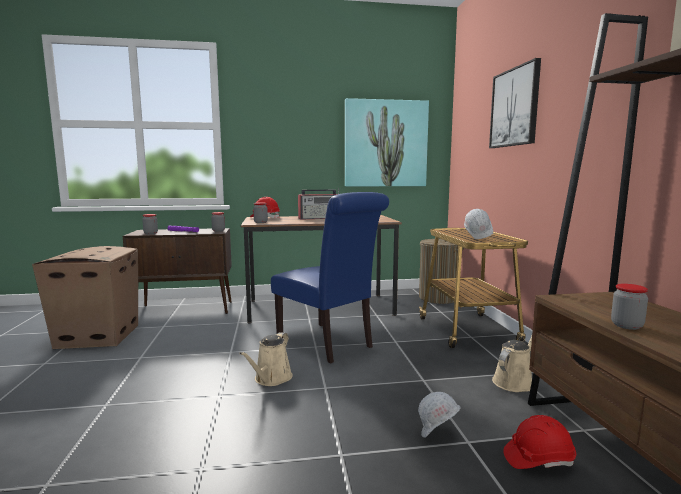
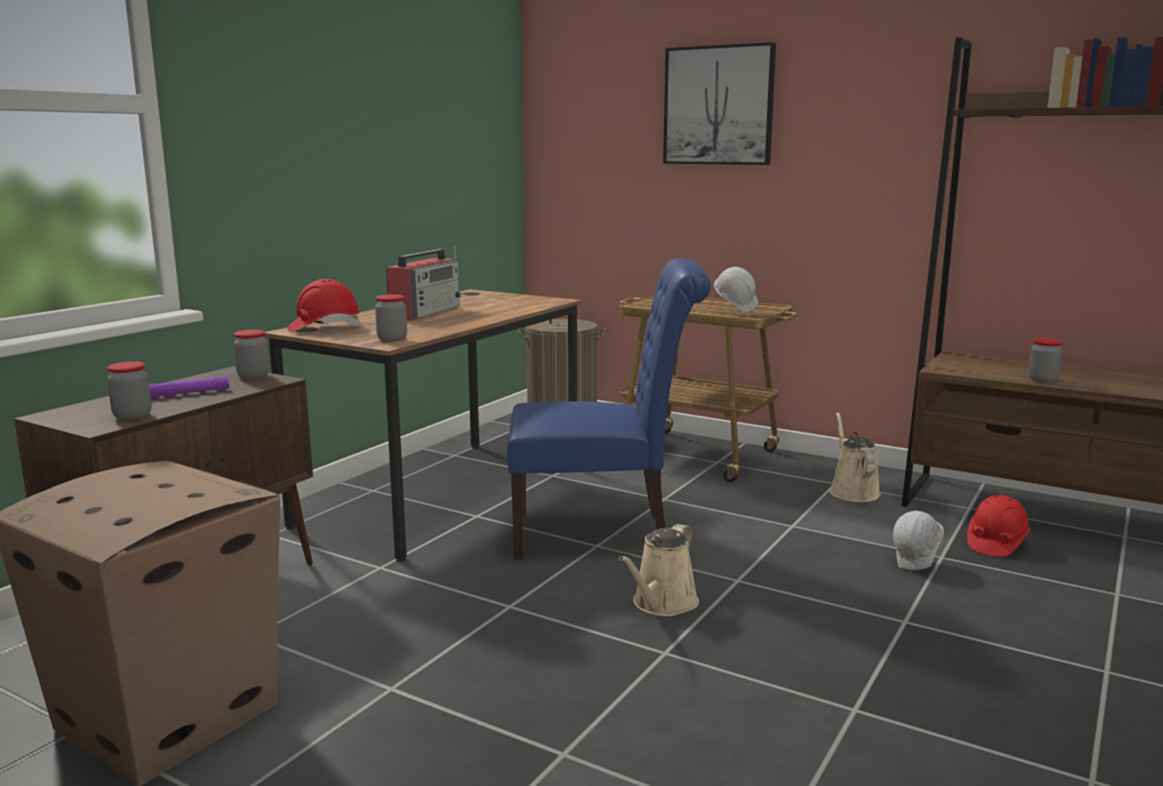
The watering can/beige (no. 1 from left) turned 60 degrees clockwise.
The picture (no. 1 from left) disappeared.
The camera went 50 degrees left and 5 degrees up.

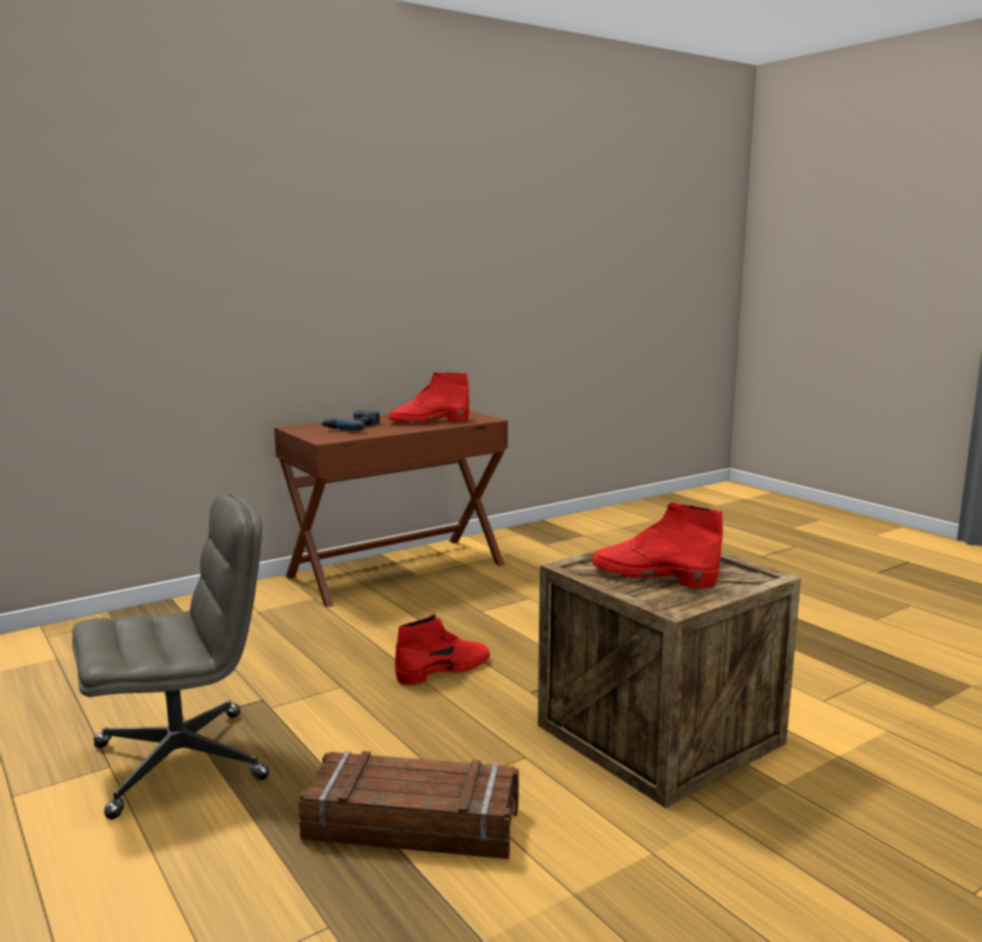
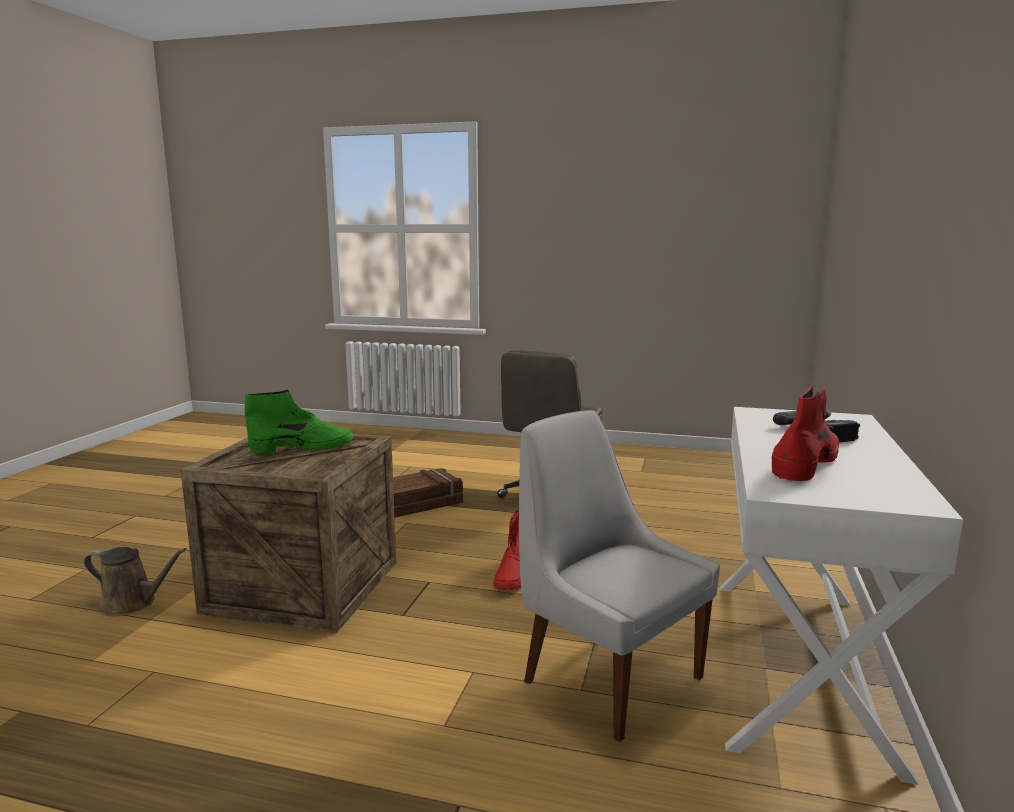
The desk/brown became the desk/white.
The boot/red (no. 3 from left) became the boot/green.
The watering can/brown appeared.
The chair/white appeared.
The camera went 140 degrees right and 0 degrees up.

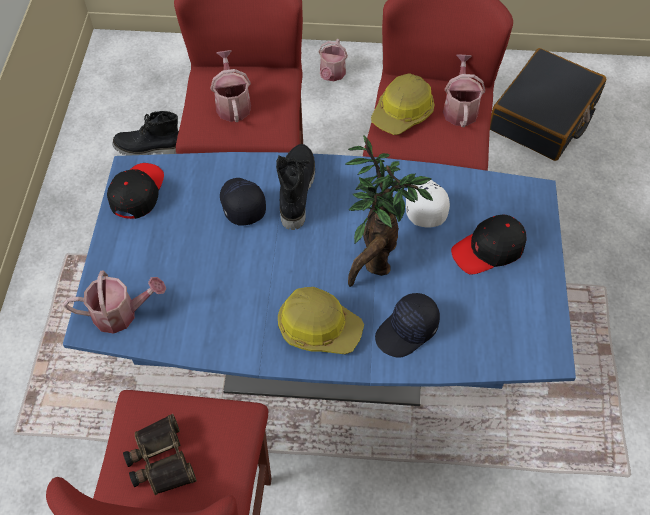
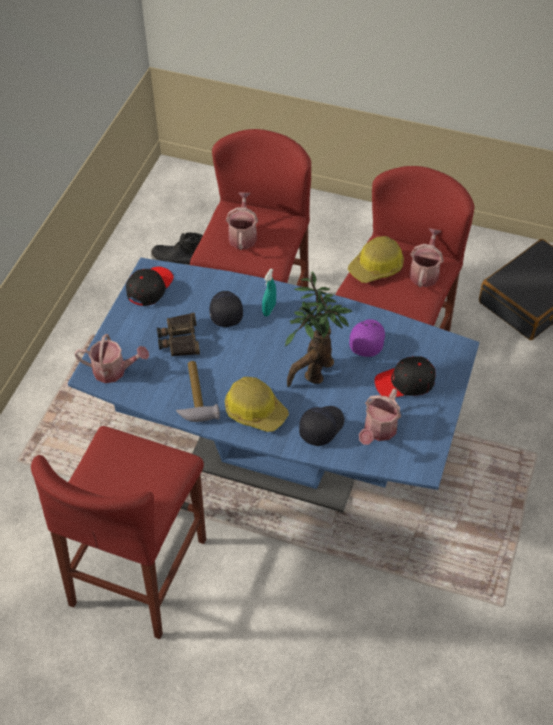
The binoculars moved.
The boot/black (no. 2 from left) was replaced by the spray bottle/turquoise.
The watering can (no. 3 from left) moved.
The cap/black (no. 3 from left) turned 150 degrees clockwise.
The cap/white became the cap/purple.
The hammer appeared.
The camera went 15 degrees right and 5 degrees down.

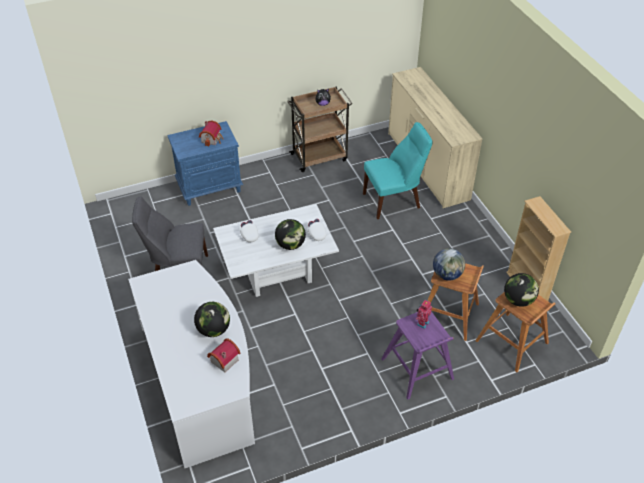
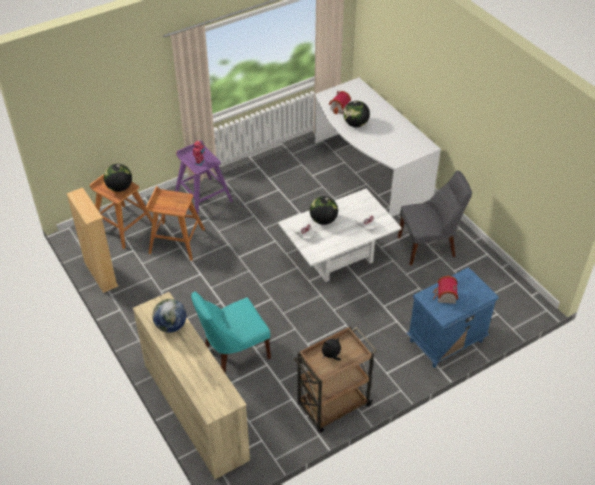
The globe (no. 3 from left in the first image) moved.
The camera went 170 degrees right and 0 degrees up.

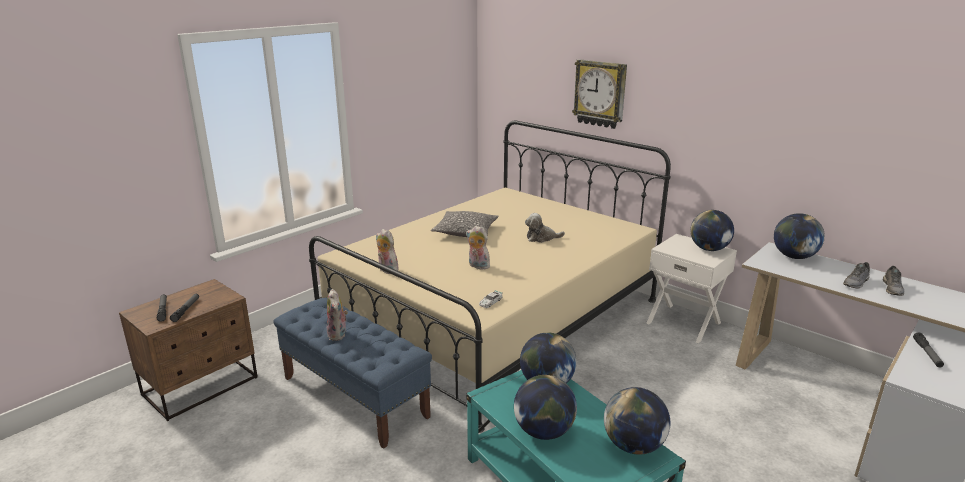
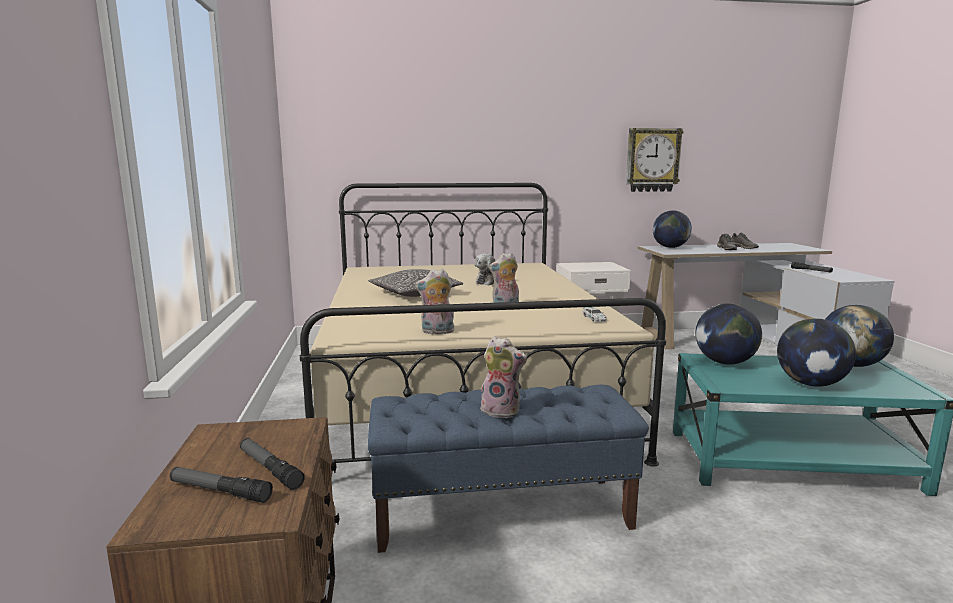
The wall clock moved.
The globe (no. 4 from left) disappeared.
The camera went 50 degrees left and 10 degrees down.

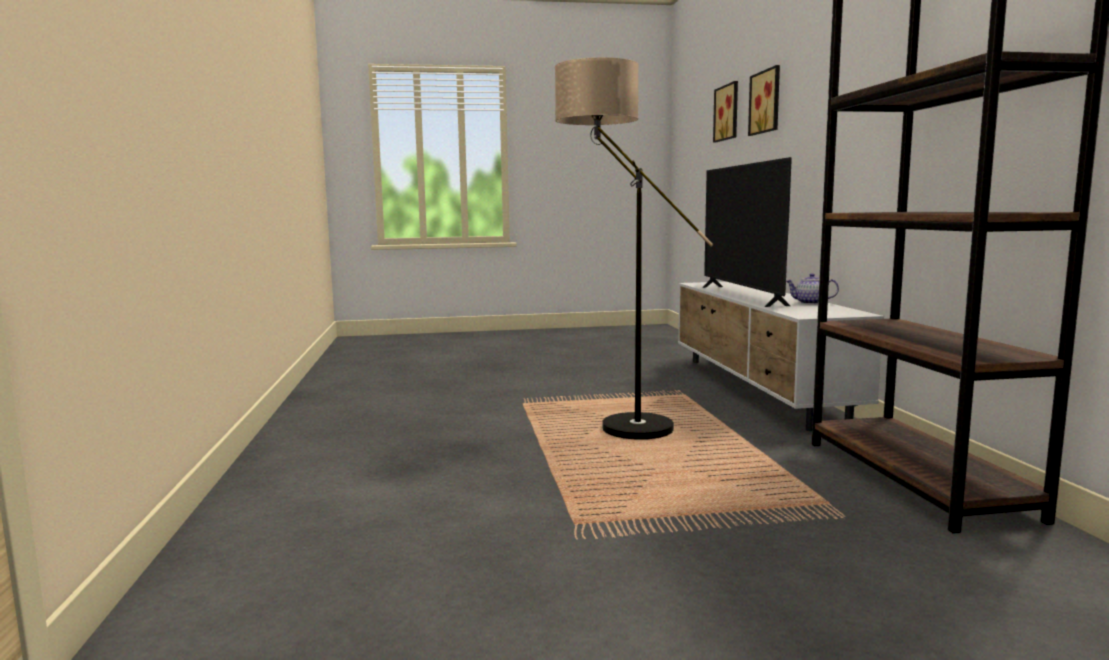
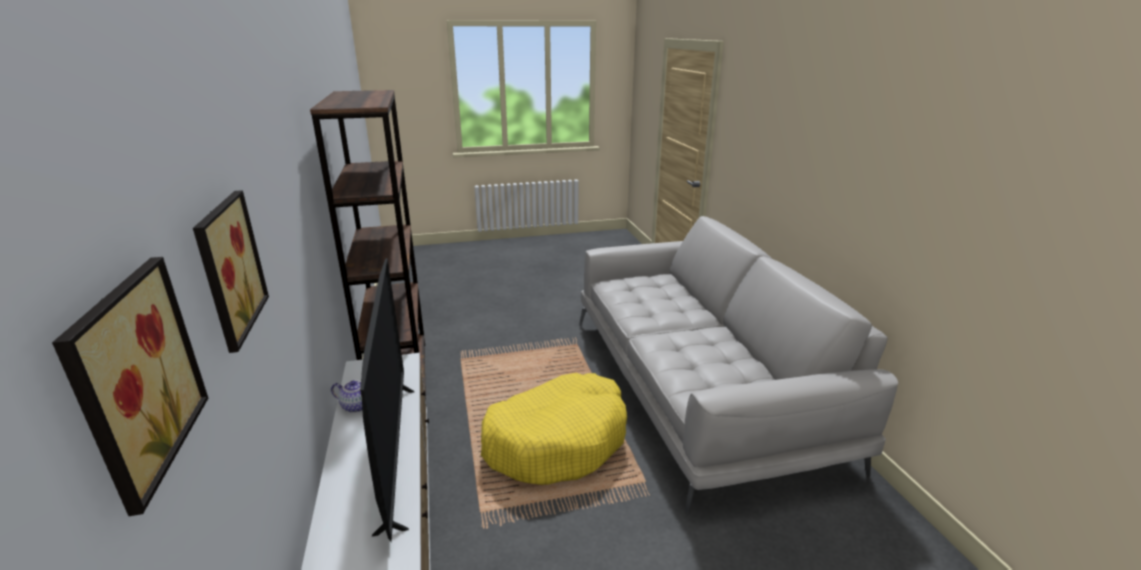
The floor lamp was replaced by the dog bed/yellow.
The sofa/grey appeared.
The camera went 175 degrees right and 15 degrees up.

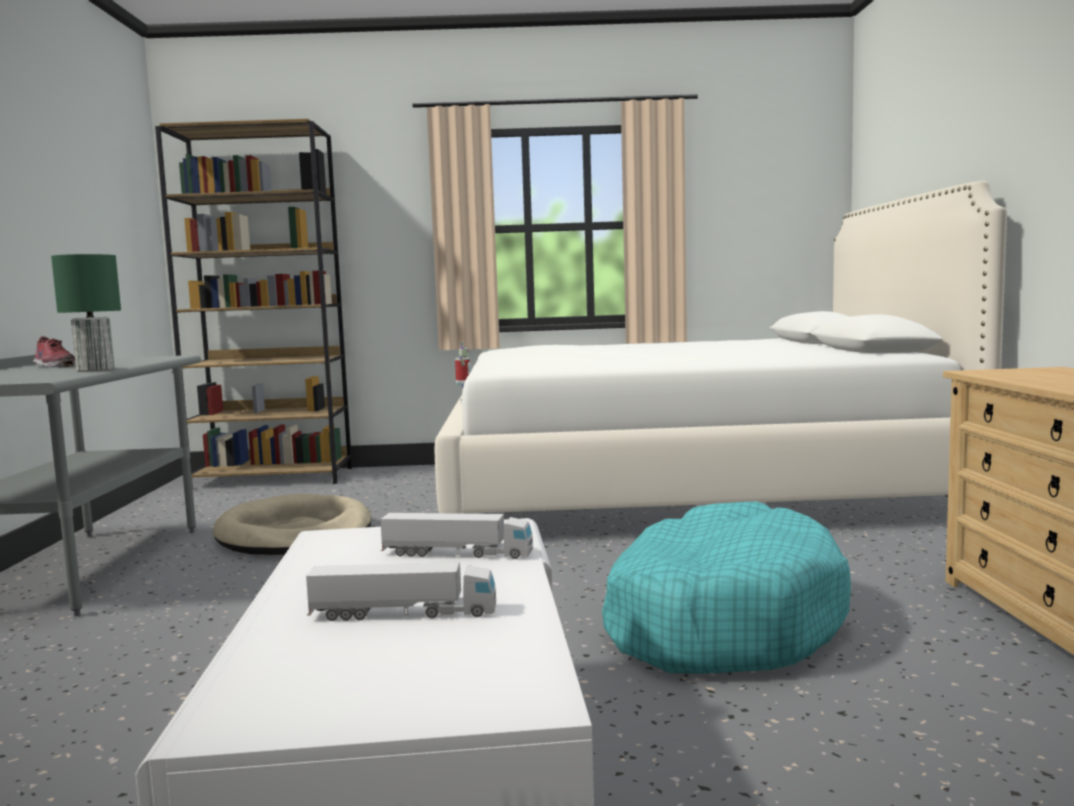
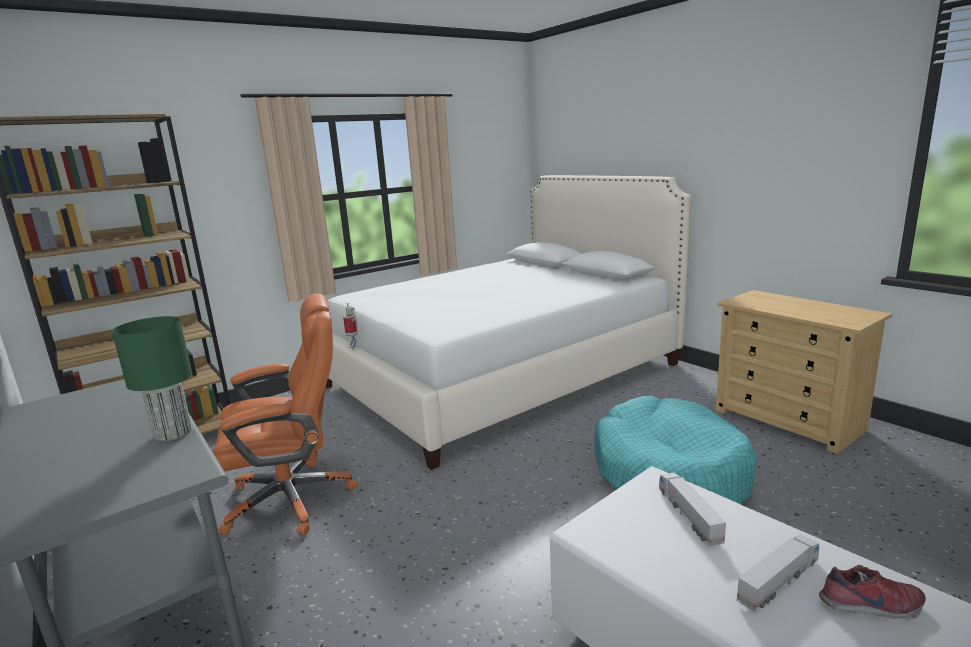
The shoe moved.
The dog bed/beige was replaced by the office chair/orange.
The toy truck (no. 2 from left in the first image) turned 75 degrees counterclockwise.
The camera went 35 degrees left and 10 degrees up.

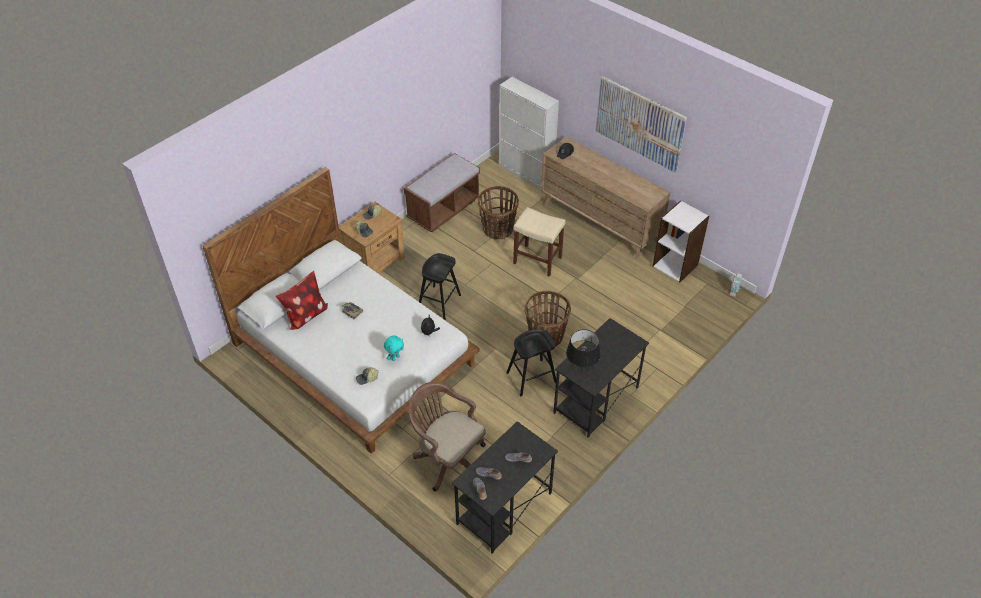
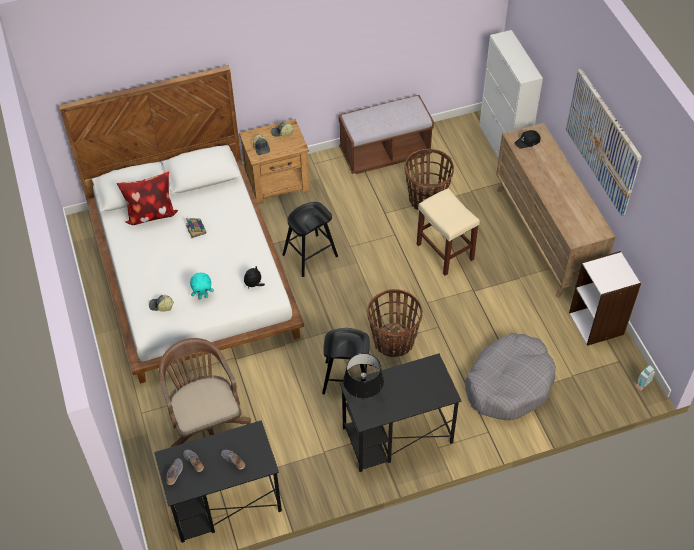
The dog bed/grey appeared.
The camera went 30 degrees right and 5 degrees up.

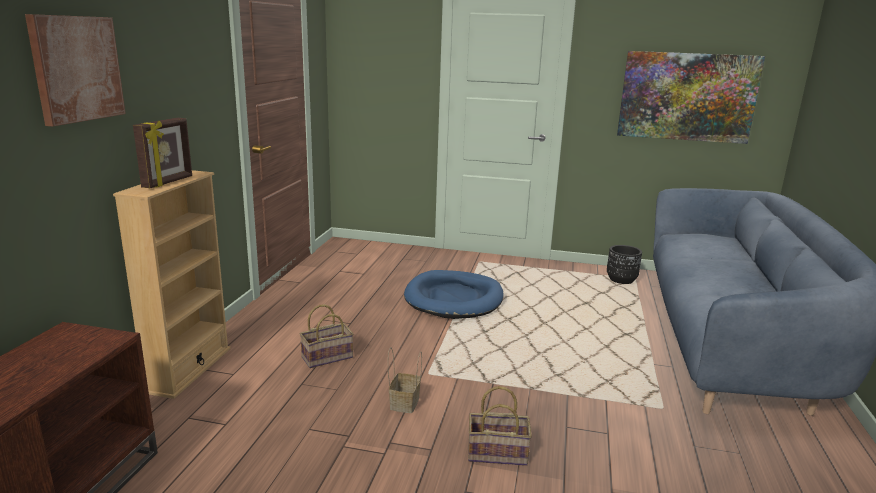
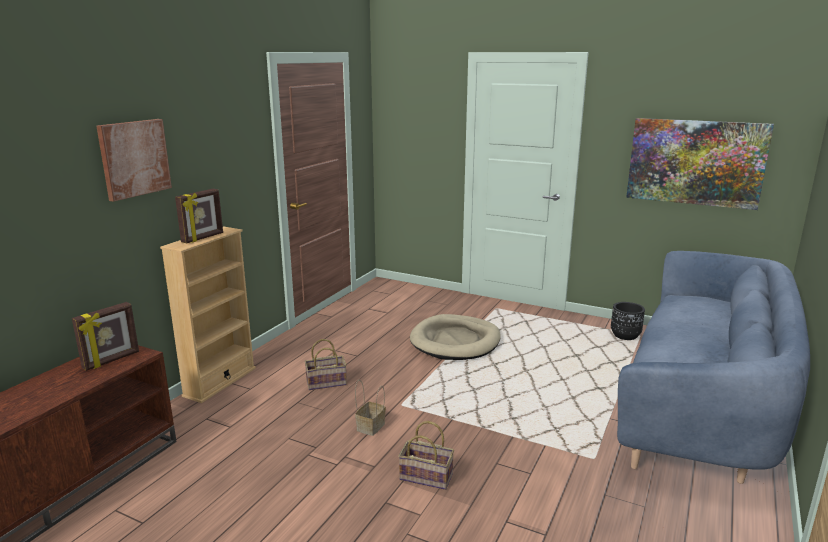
The dog bed/blue became the dog bed/beige.
The picture frame (no. 1 from left) appeared.
The camera went 15 degrees right and 0 degrees up.

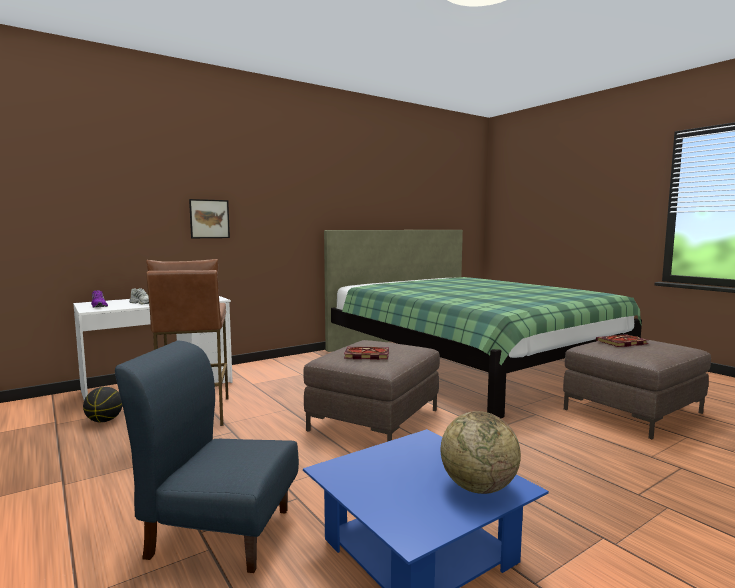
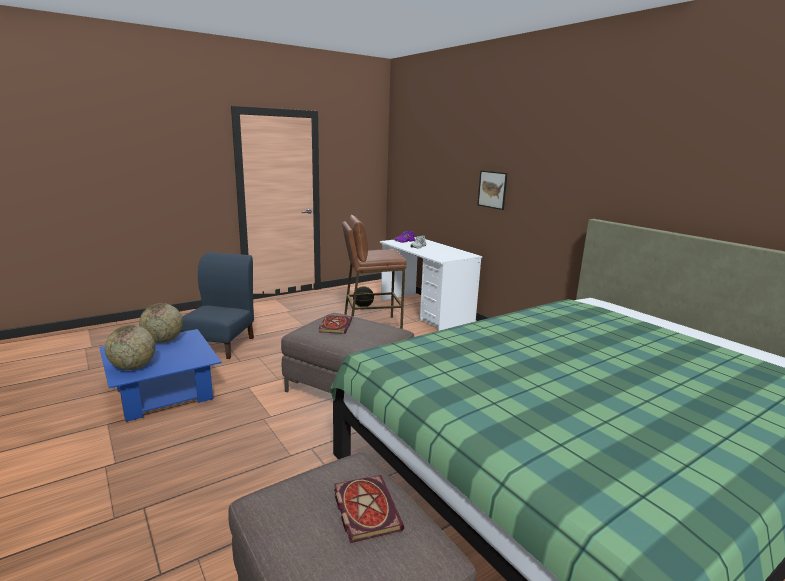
The globe (no. 2 from left) appeared.
The camera went 90 degrees right and 10 degrees up.

